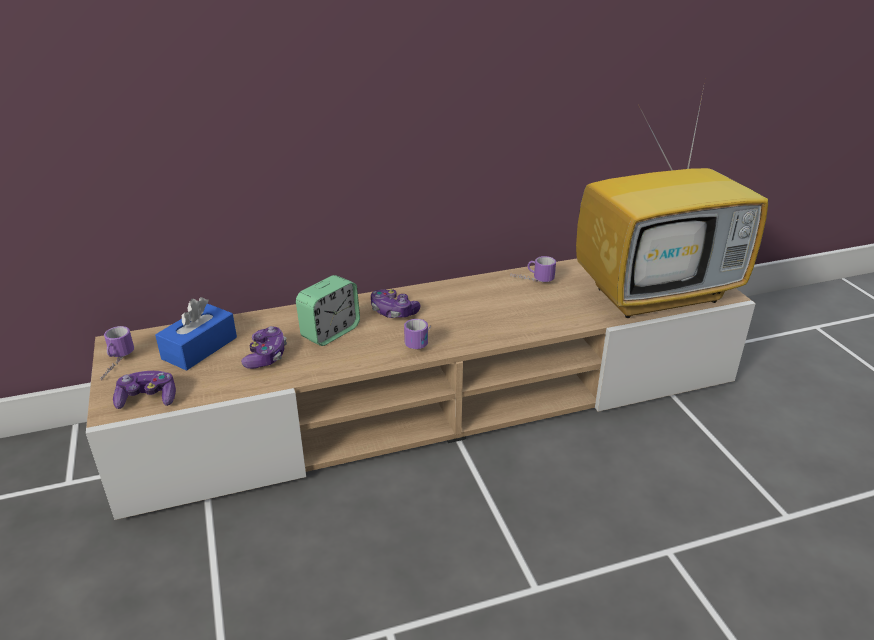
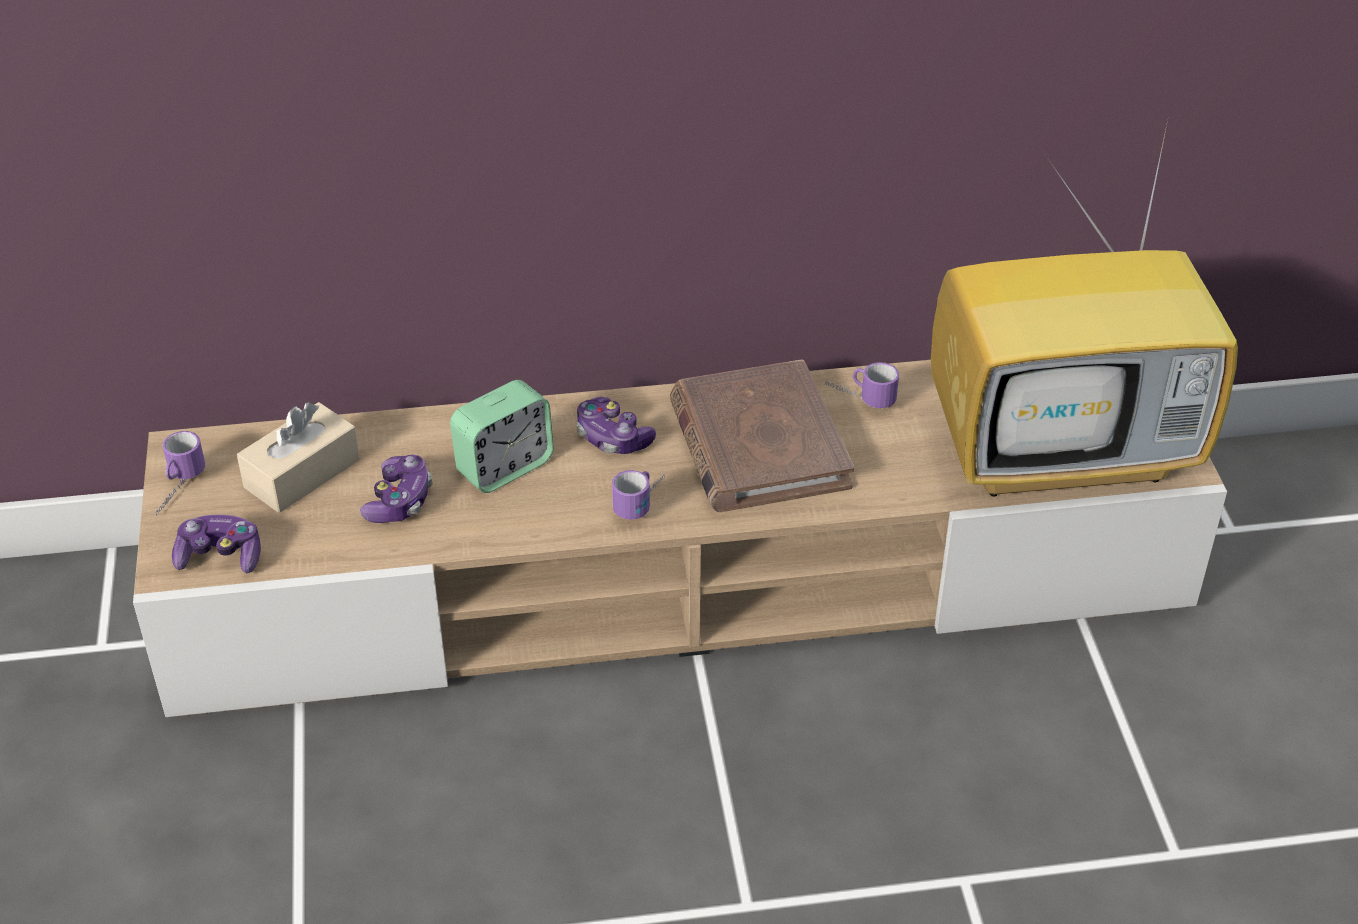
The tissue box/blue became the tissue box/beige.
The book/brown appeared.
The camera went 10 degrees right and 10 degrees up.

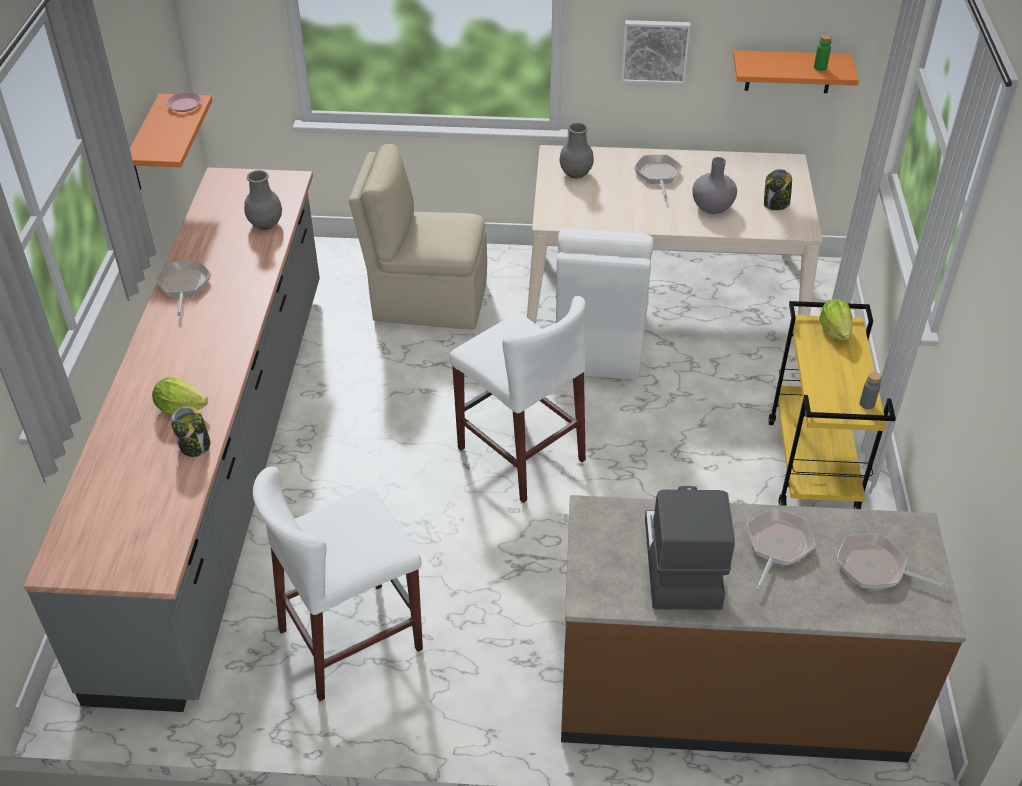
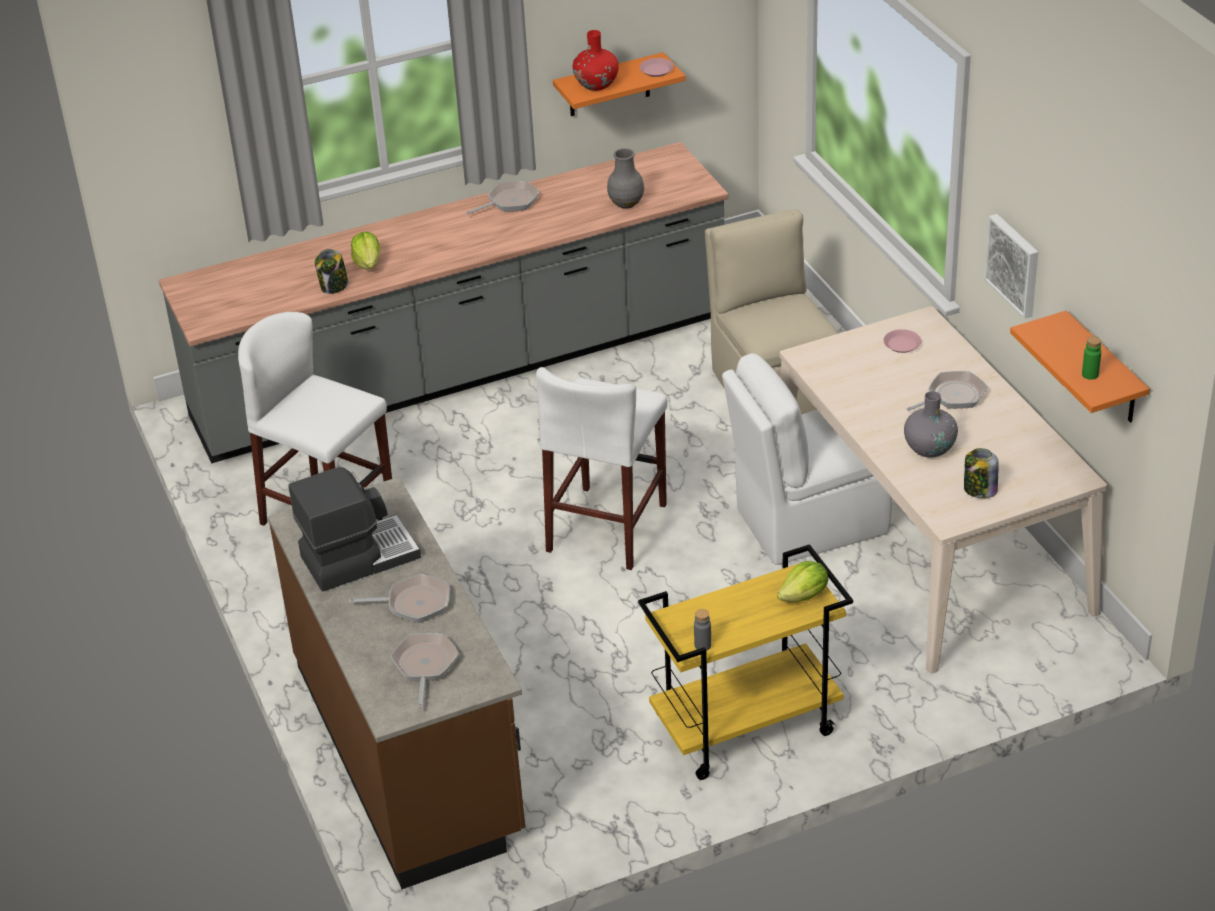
The vase/grey (no. 2 from left) was replaced by the plate/pink (no. 2 from left).
The vase/red appeared.
The camera went 65 degrees right and 5 degrees down.

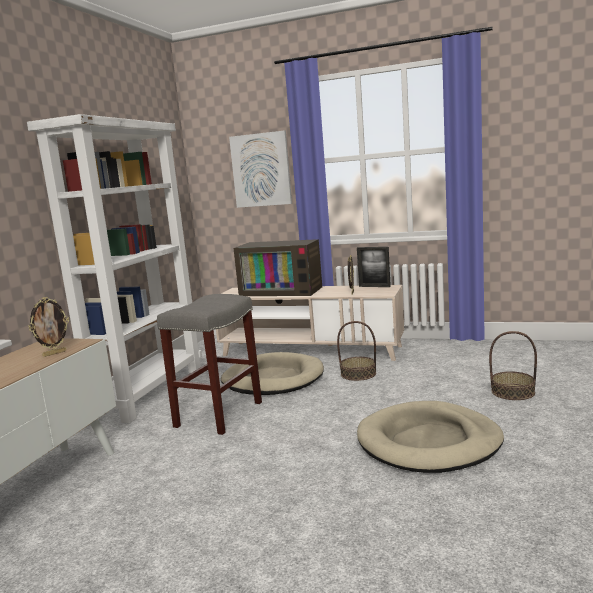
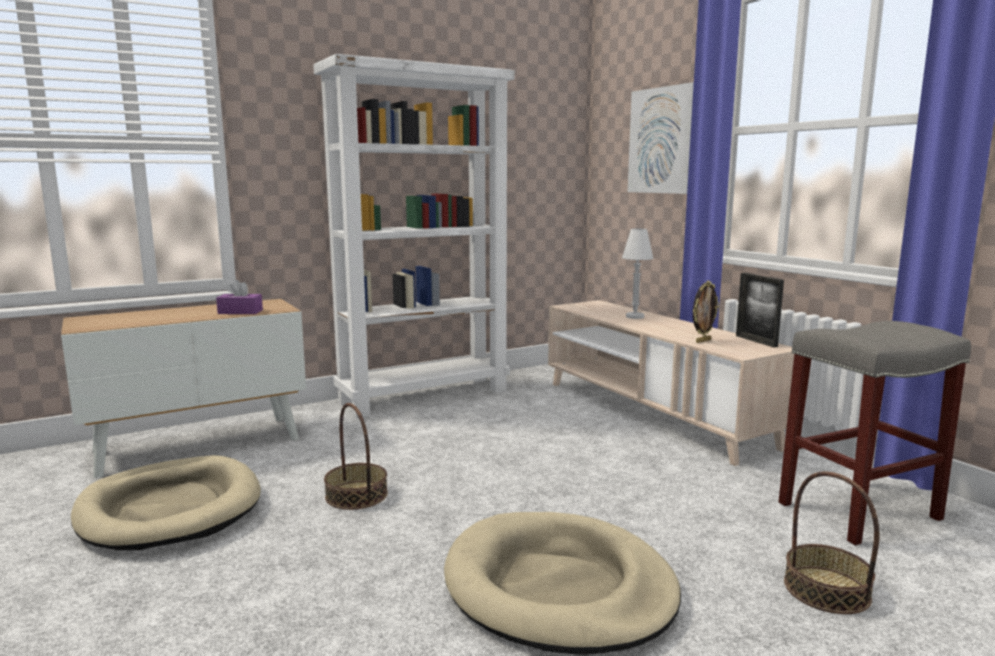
The picture frame (no. 1 from left) was replaced by the tissue box/purple.
The stool/grey moved.
The dog bed/beige (no. 1 from left) moved.
The television was replaced by the table lamp/white.
The basket (no. 1 from left) moved.
The camera went 40 degrees right and 0 degrees up.

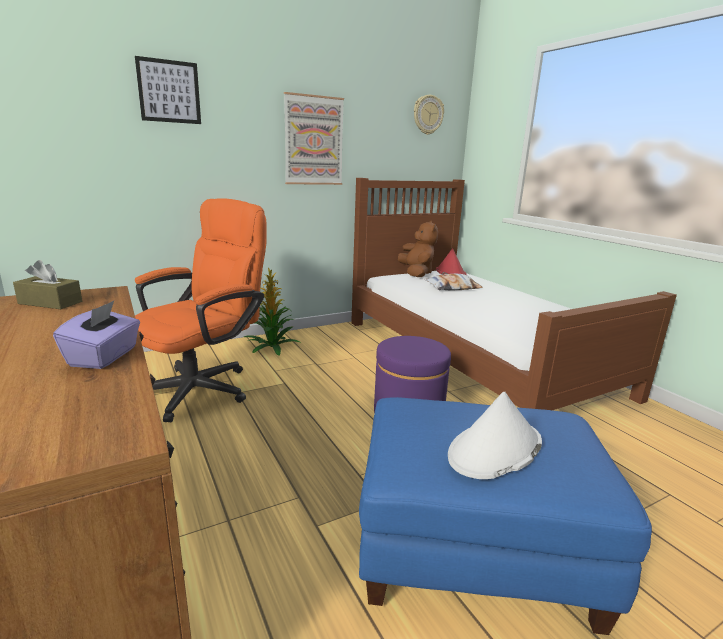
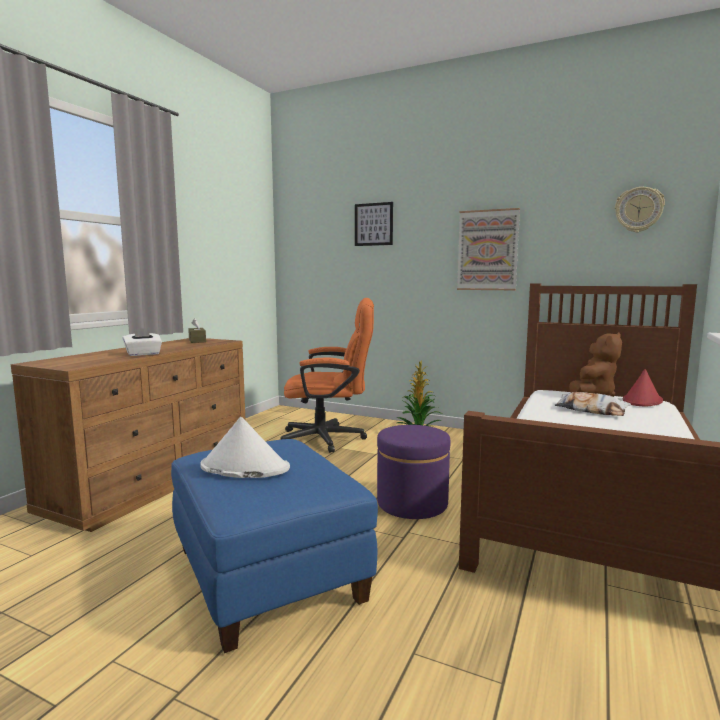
The tissue box/purple became the tissue box/white.
The camera went 55 degrees right and 10 degrees down.

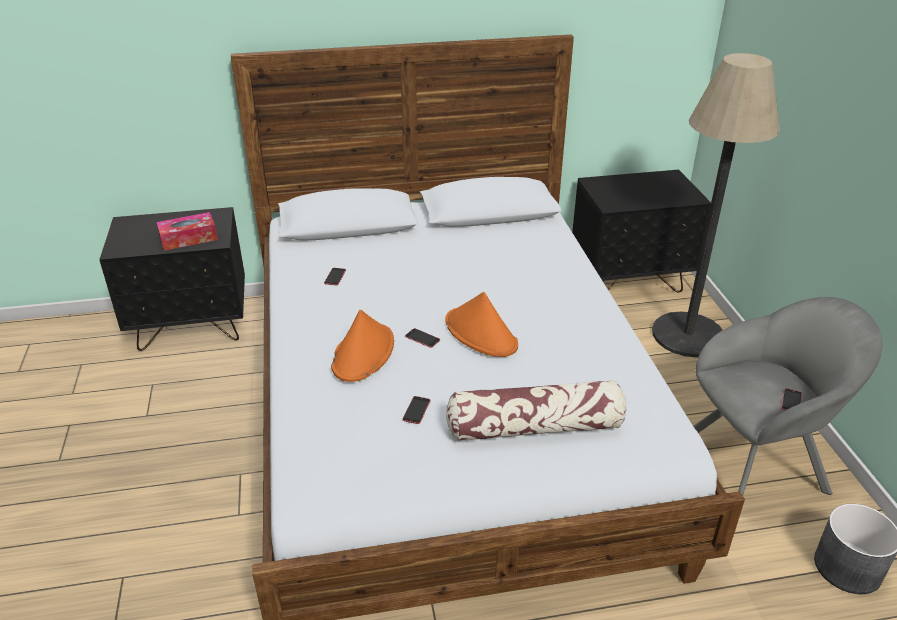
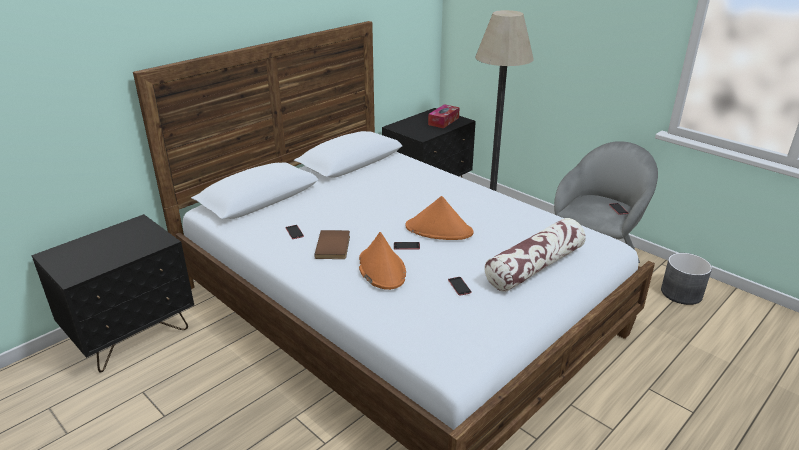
The tissue box moved.
The book/brown appeared.
The camera went 35 degrees left and 5 degrees down.

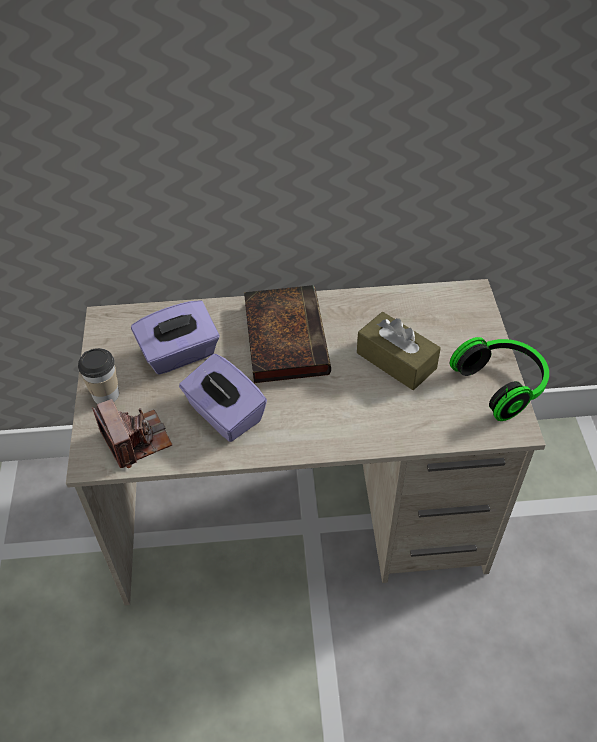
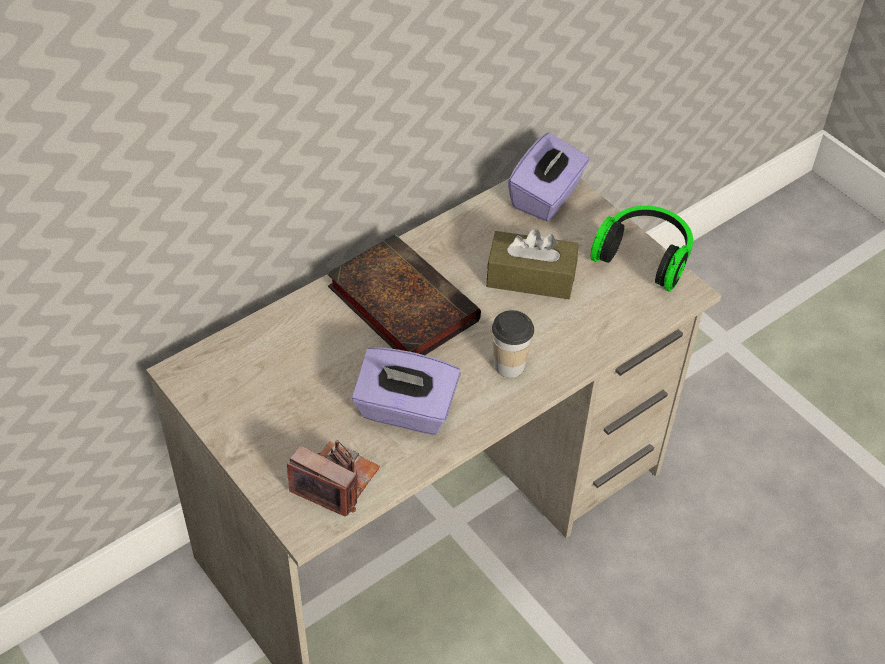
The cup moved.
The tissue box/purple (no. 1 from left in the first image) moved.
The camera went 35 degrees left and 0 degrees up.

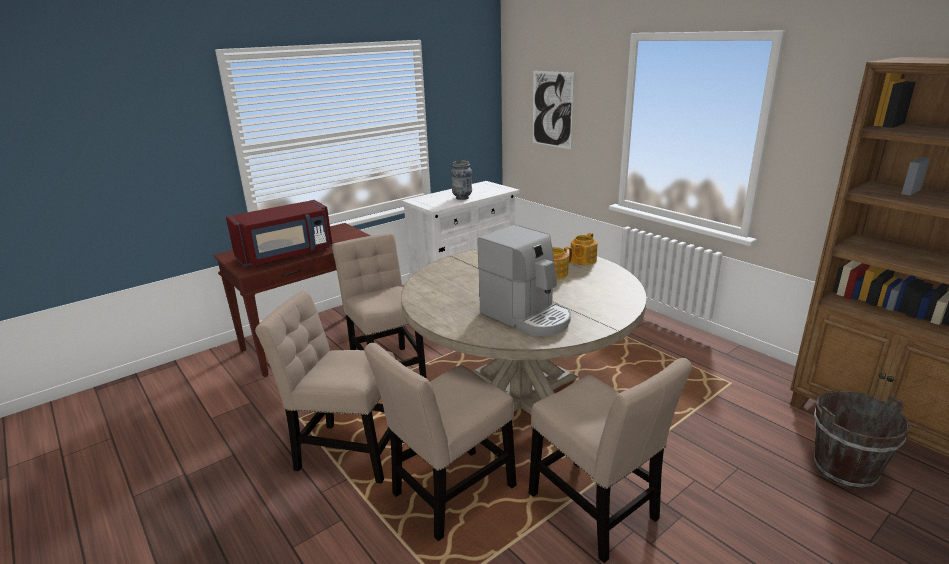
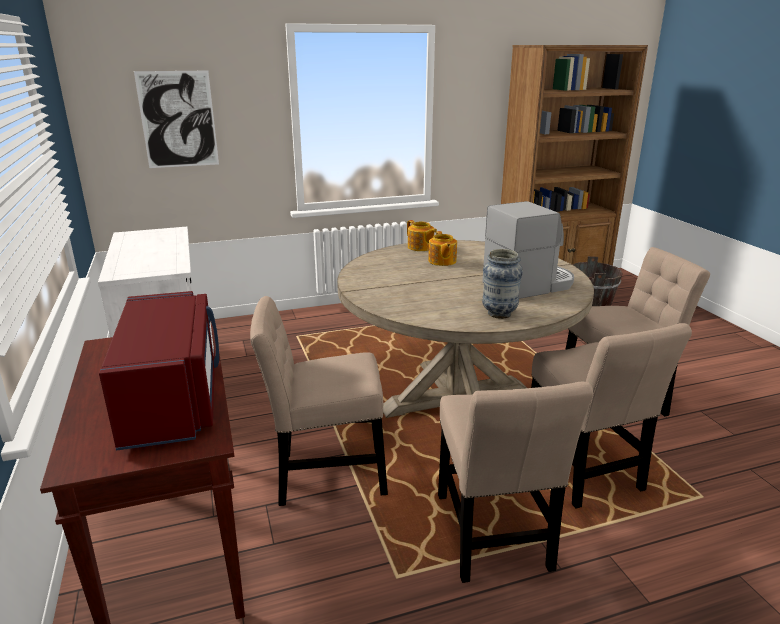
The chair/beige (no. 1 from left in the first image) turned 45 degrees counterclockwise.
The vase moved.
The camera went 70 degrees left and 0 degrees up.

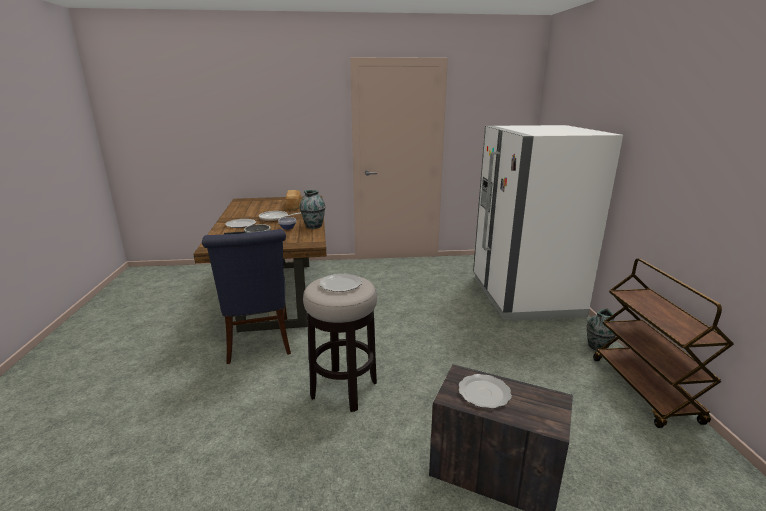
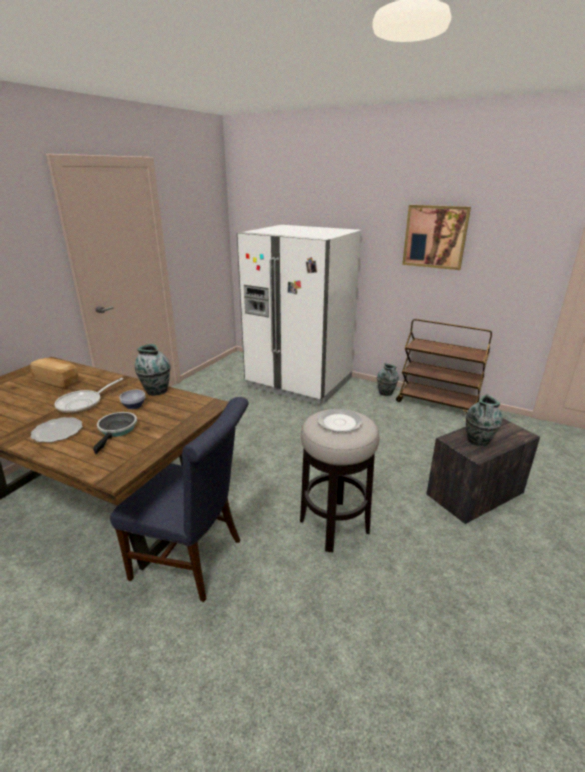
The plate (no. 3 from left) was replaced by the vase (no. 3 from left).
The picture appeared.
The camera went 55 degrees left and 5 degrees up.

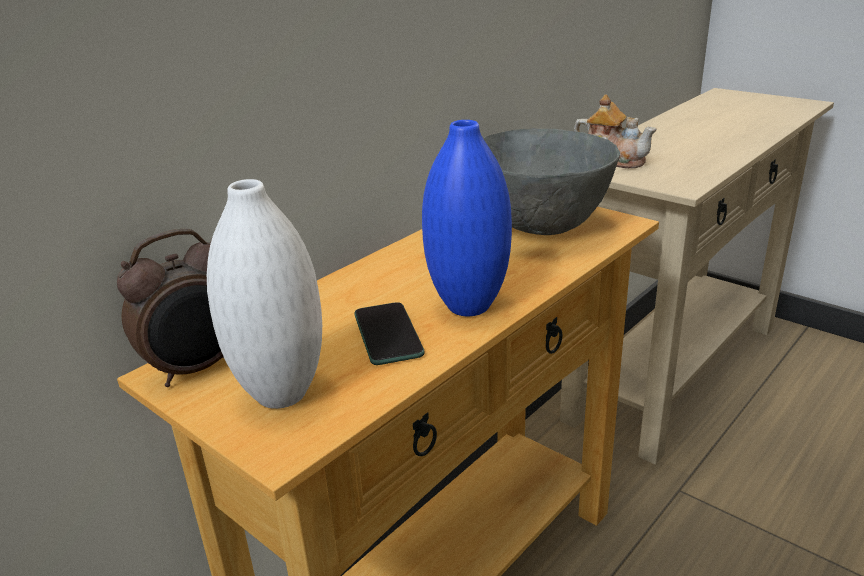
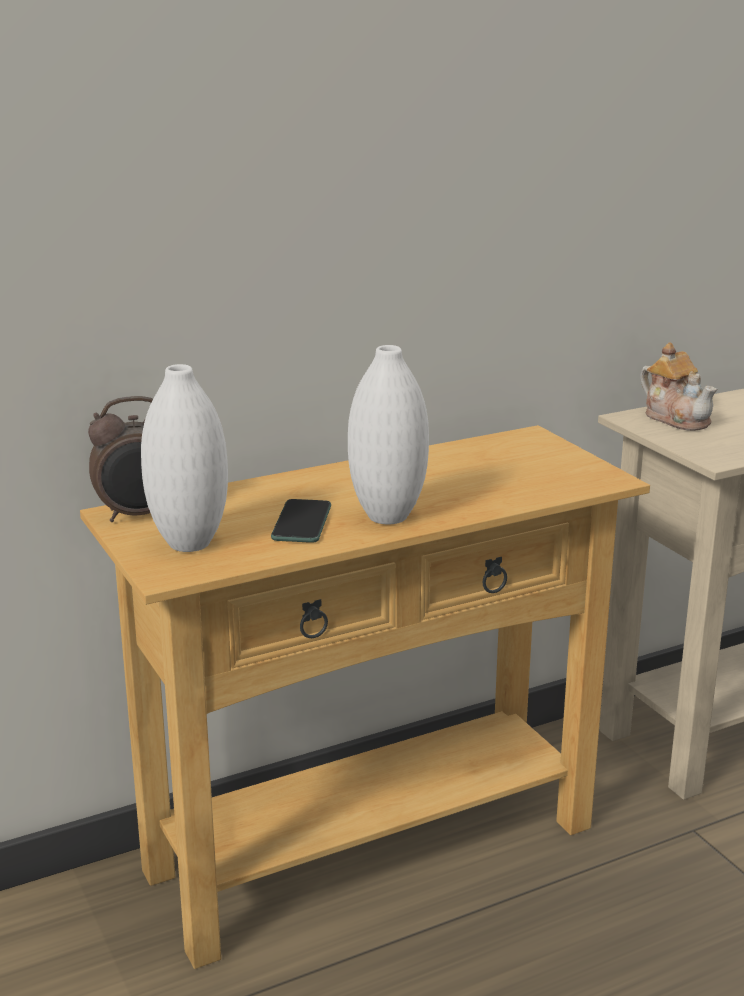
The vase/blue became the vase/white (no. 2 from left).
The bowl/grey disappeared.
The camera went 20 degrees right and 5 degrees down.

